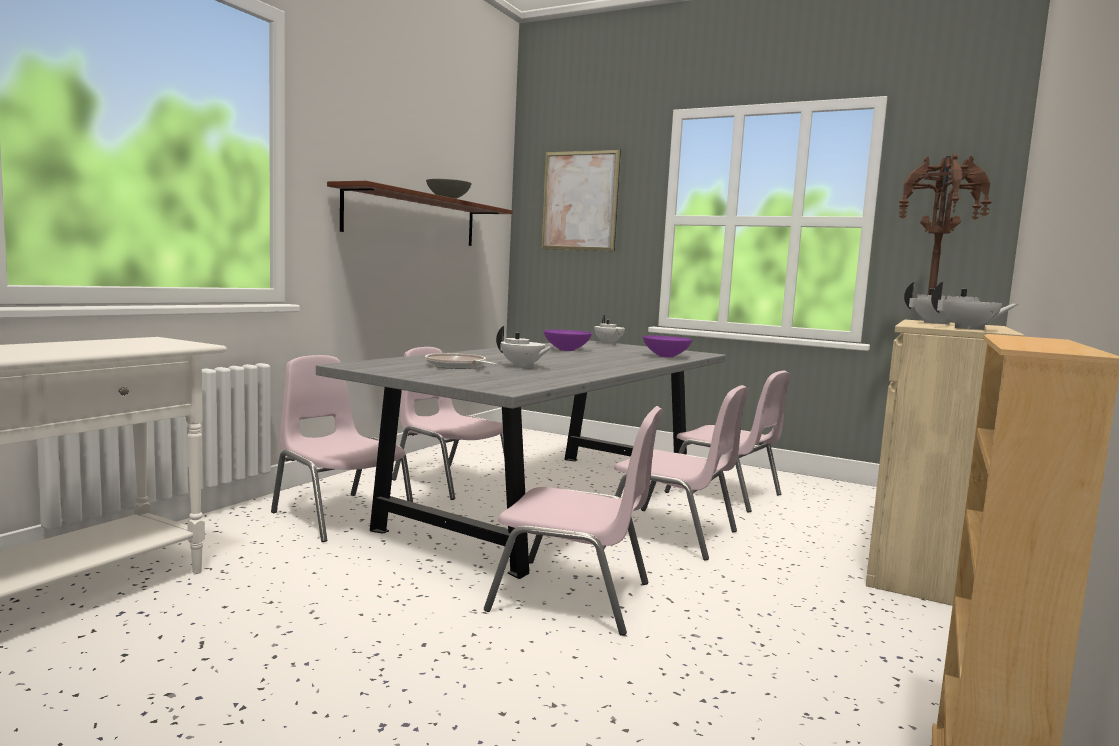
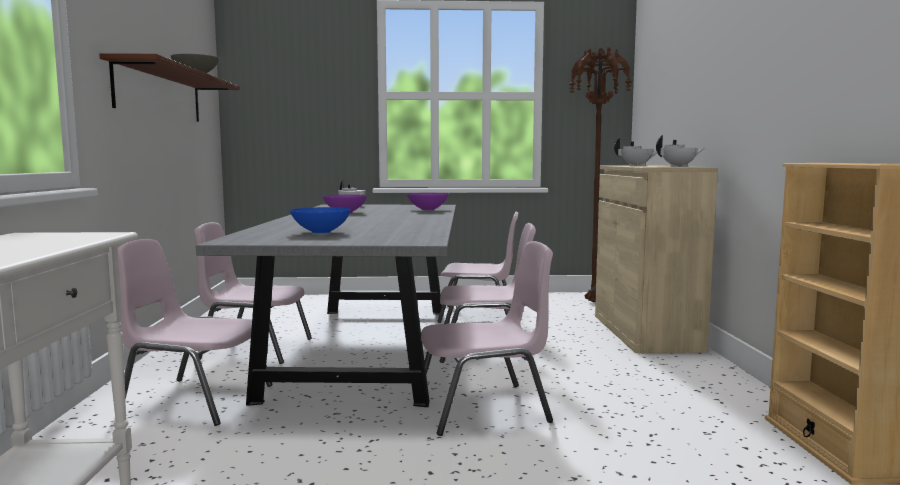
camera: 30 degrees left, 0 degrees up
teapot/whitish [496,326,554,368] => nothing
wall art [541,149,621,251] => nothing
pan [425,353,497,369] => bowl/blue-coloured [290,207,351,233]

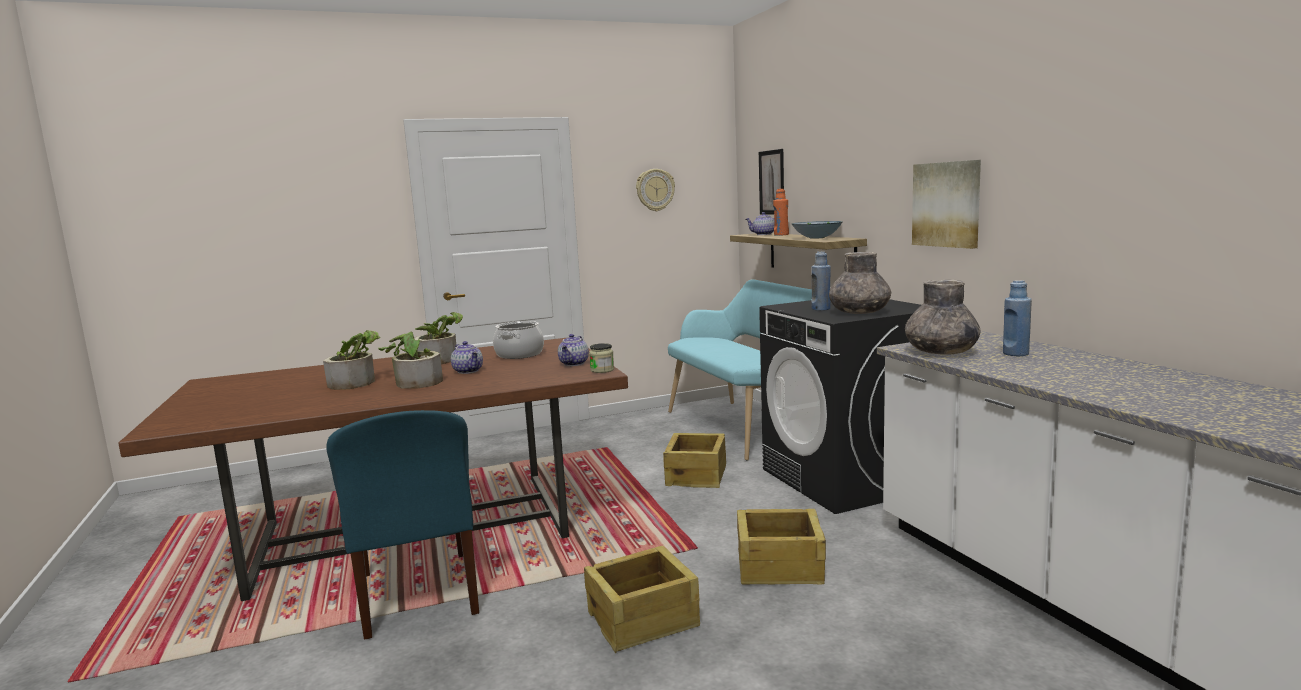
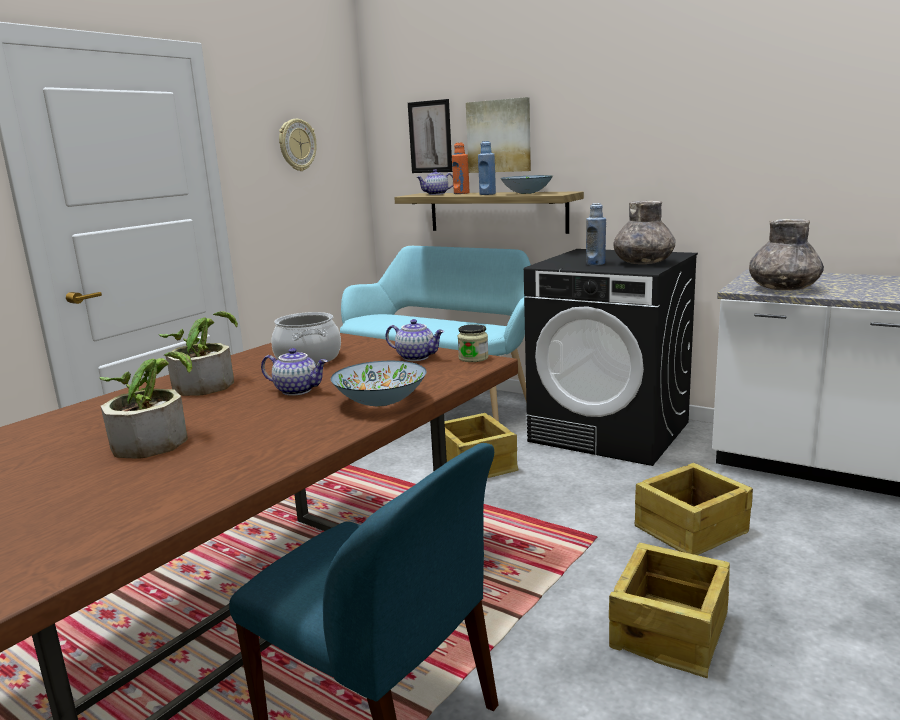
camera: 35 degrees left, 5 degrees up
plant in a pot [378,325,443,389] => nothing
nothing => bowl [331,361,427,407]
wall art [912,160,981,249] => wall art [466,97,531,173], moved
bottle/blue-coloured [1003,280,1032,356] => bottle/blue-coloured [478,141,496,195], moved
teapot [558,334,589,366] => teapot [386,319,444,361], 45 degrees counterclockwise

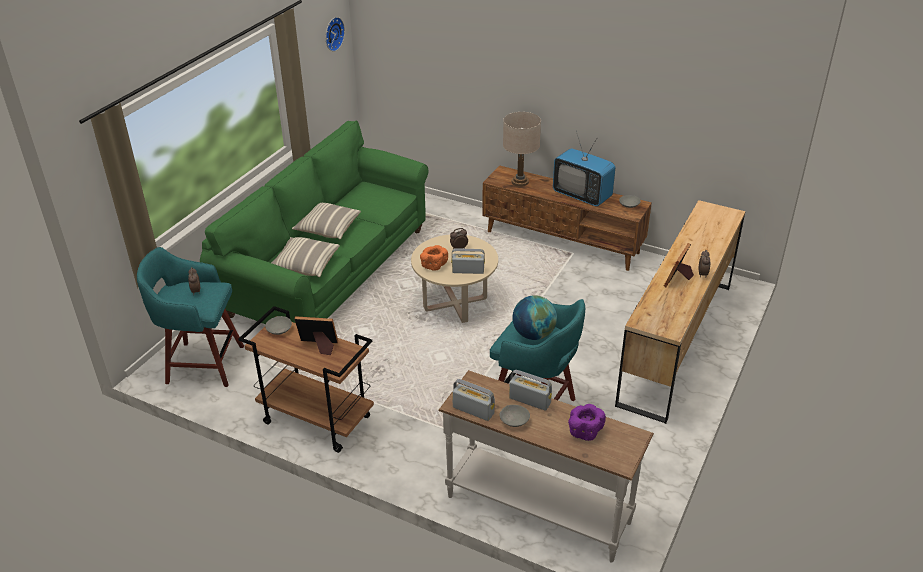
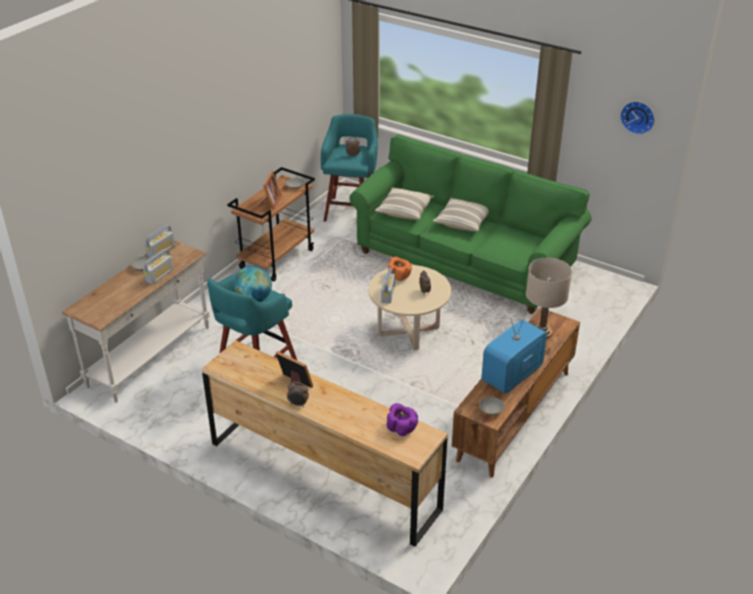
camera: 95 degrees right, 0 degrees up
bowl/purple [568,404,606,441] => bowl/purple [386,403,418,436], moved

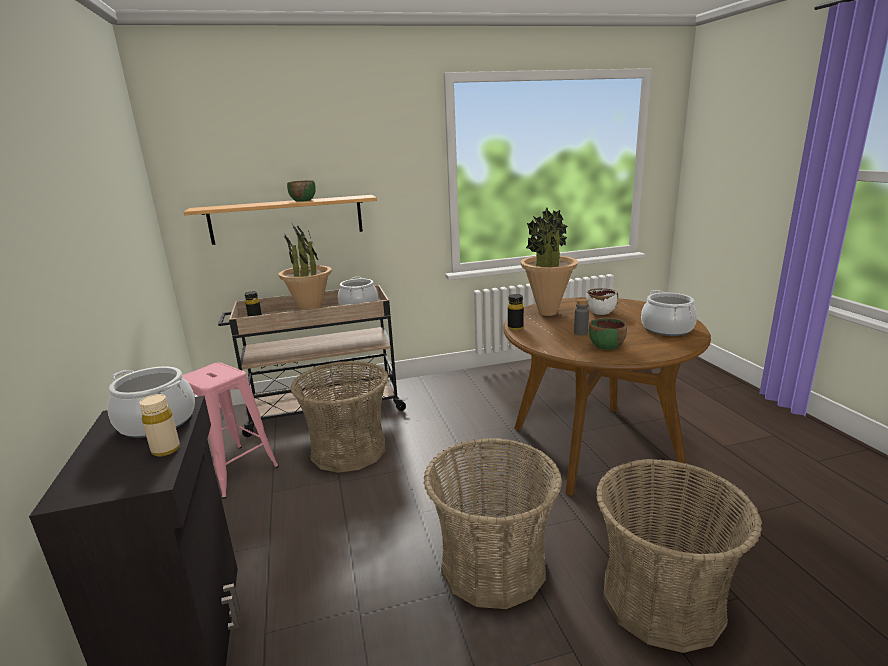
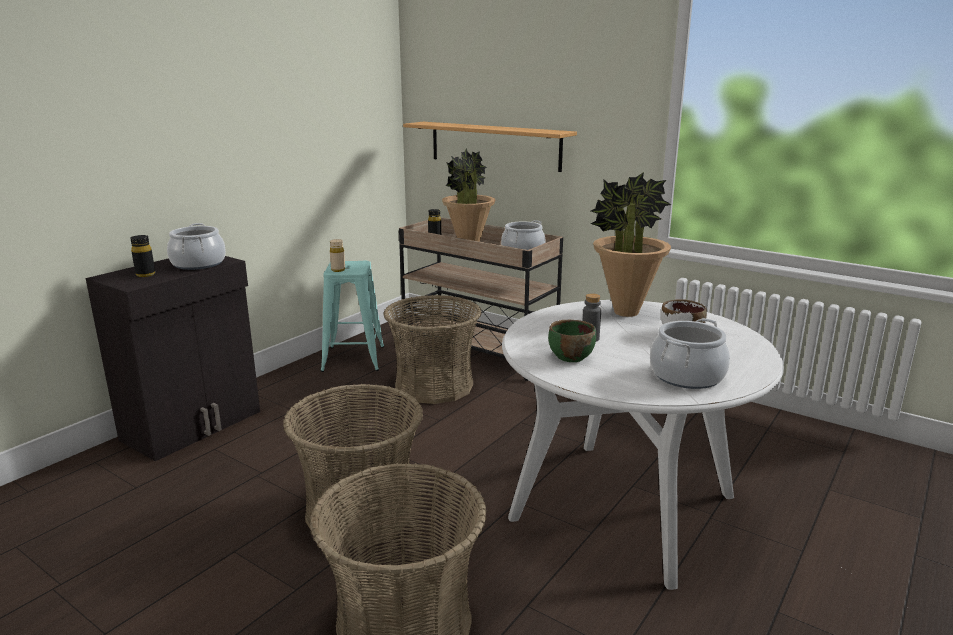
camera: 50 degrees right, 0 degrees up
bowl/greenish [287,180,316,202] => nothing
bottle/beige [139,394,180,456] => bottle/beige [330,239,345,272], moved
bottle/blackish [508,294,524,330] => bottle/blackish [130,235,155,277], moved
stool/pink [183,362,279,499] => stool/blue-green [321,261,384,372]
kitchen table/brownish [503,297,711,496] => kitchen table/whitish [502,300,784,590]

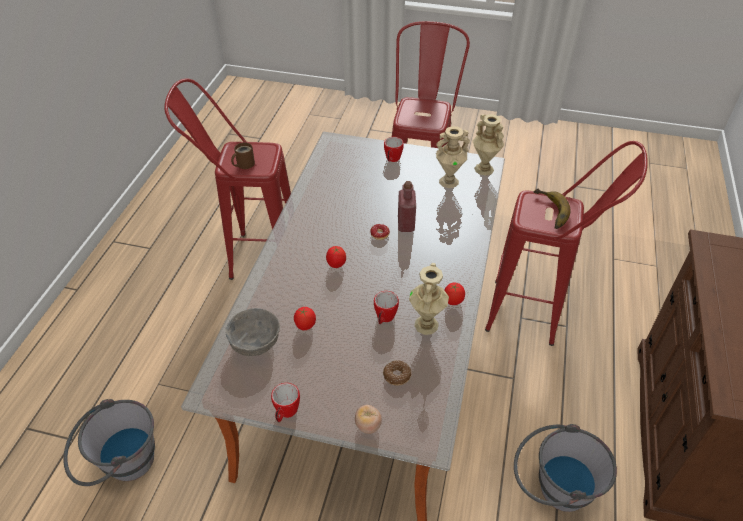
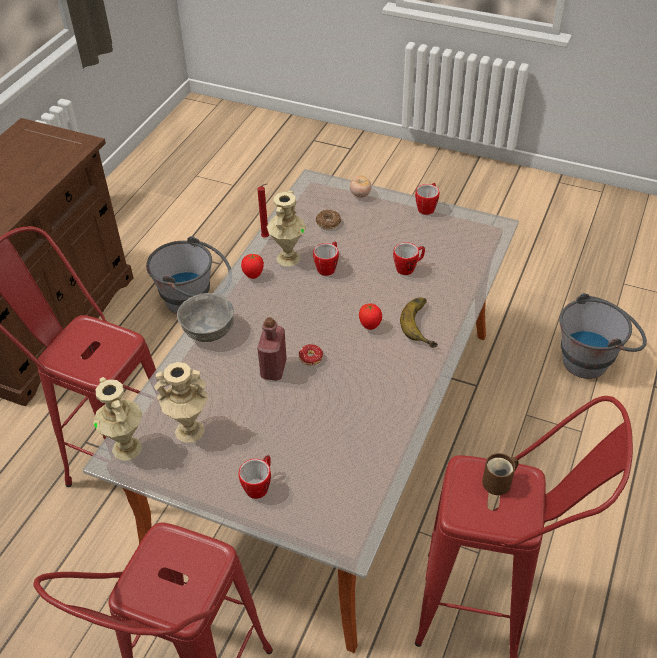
camera: 170 degrees left, 0 degrees up
nothing => wax light/red-coloured [257,184,269,238]
bowl/gray [225,308,280,356] => bowl/gray [177,293,234,342], moved
banana [533,189,570,229] => banana [400,298,438,348], moved
whole tomato [294,307,316,330] => mug [393,242,425,275]

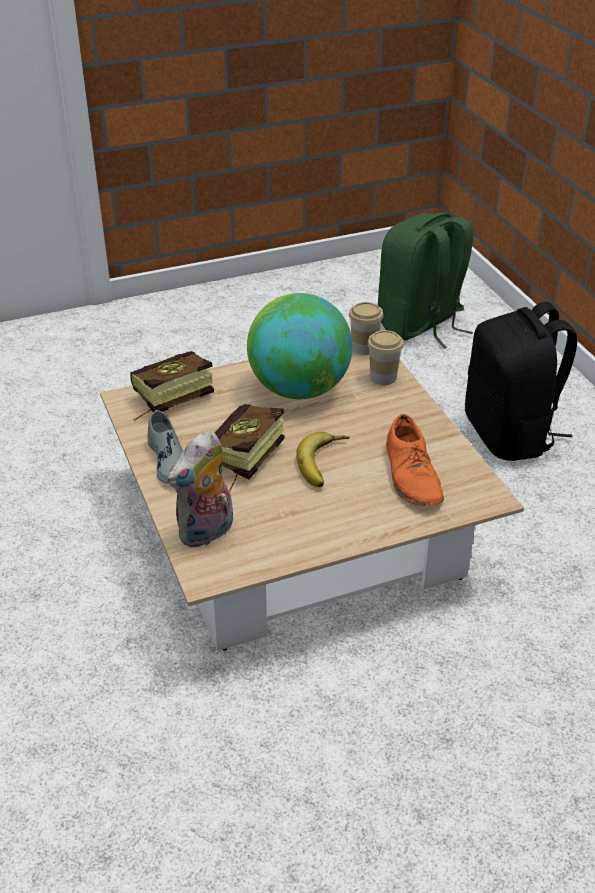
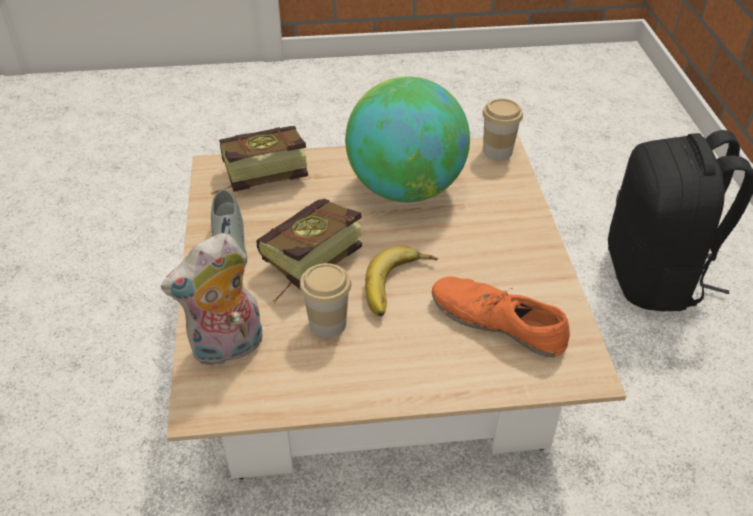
camera: 15 degrees right, 5 degrees up
backpack/greenish [378,212,473,349] => nothing
drinking cup [367,330,404,385] => drinking cup [300,263,351,338], moved
low shoe/orange [386,414,444,506] => low shoe/orange [432,276,570,357], 120 degrees clockwise

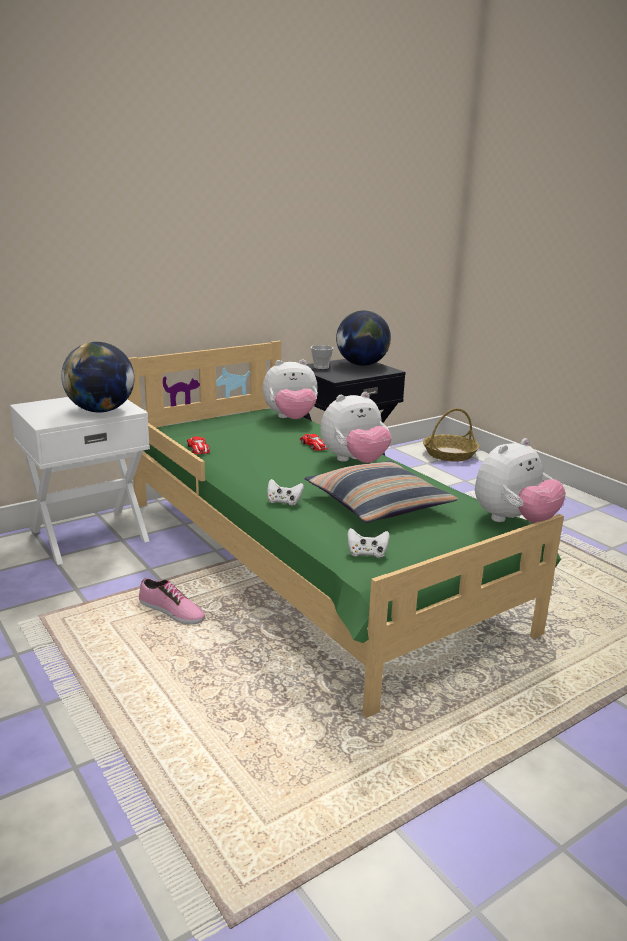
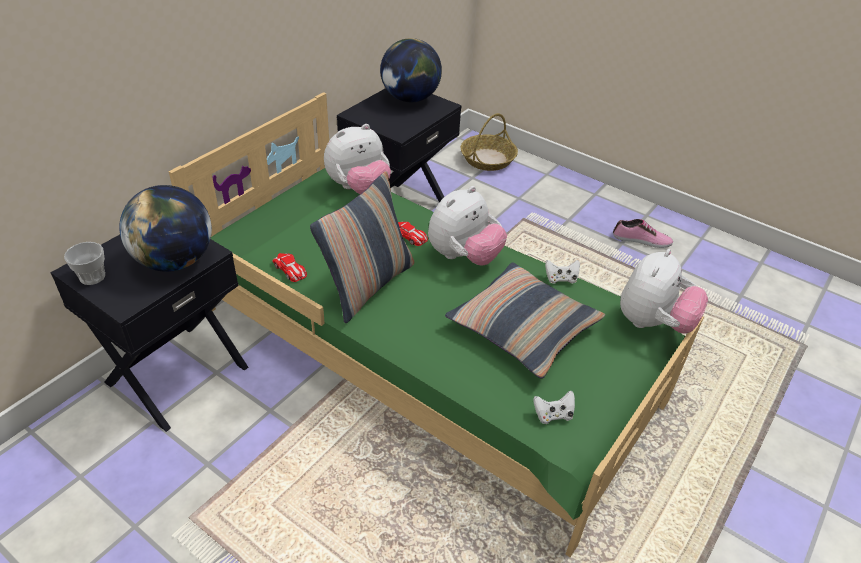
camera: 20 degrees left, 20 degrees up
nothing => throw pillow [310,171,414,323]
low shoe [139,578,205,624] => low shoe [613,219,673,248], moved
gamepad/whitish [267,479,304,506] => gamepad/whitish [545,260,580,284], moved
drinking cup [311,345,333,369] => drinking cup [64,242,105,285], moved
nightstand/whitish [10,397,150,565] => nightstand/blackish [51,235,248,432]

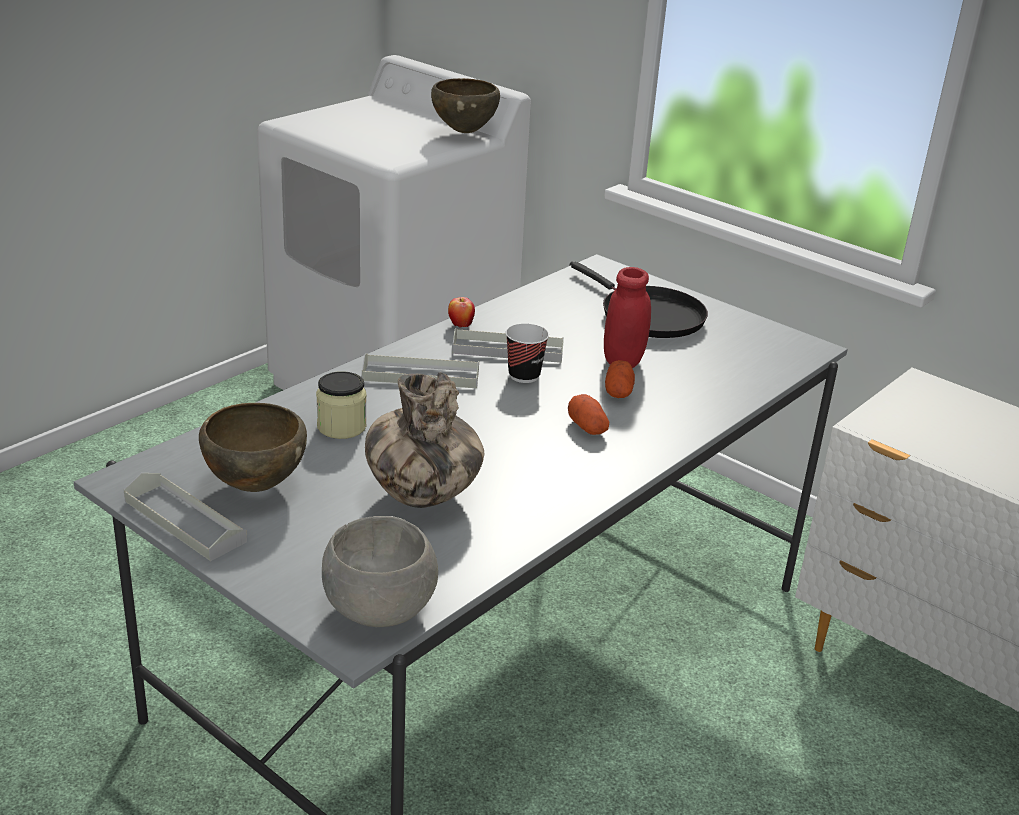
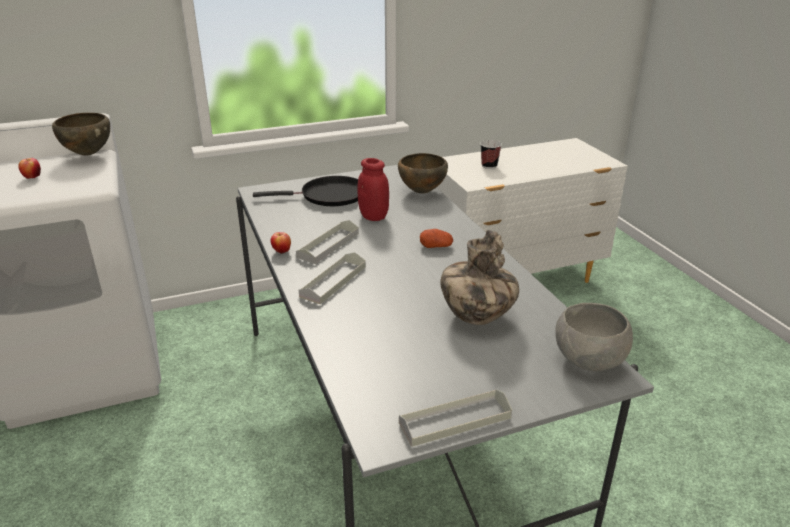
camera: 60 degrees left, 0 degrees up
storage jar [316,371,366,439] => nothing
potato [605,360,635,398] => nothing
nothing => apple [18,158,41,179]
bowl/brownish [199,403,307,492] => bowl/brownish [398,153,448,194], moved
drinking cup [506,323,549,383] => drinking cup [480,140,502,169], moved

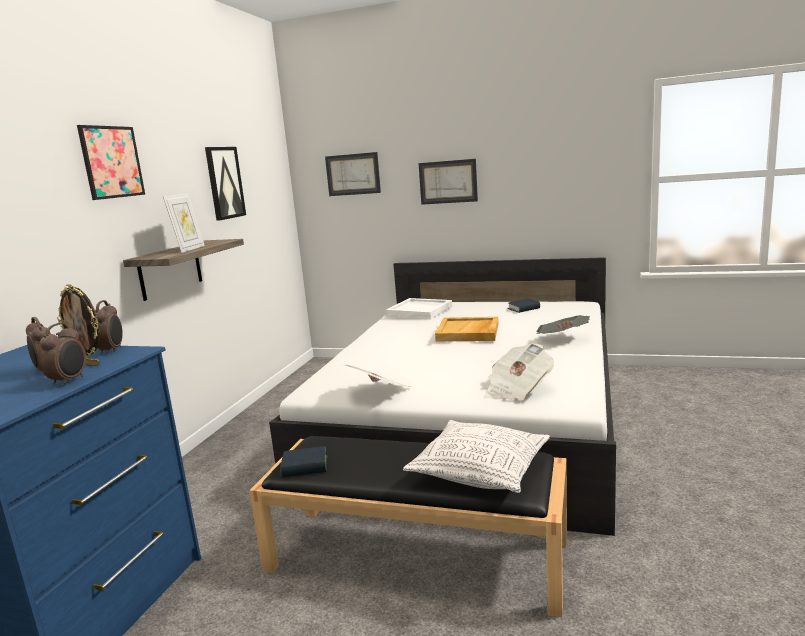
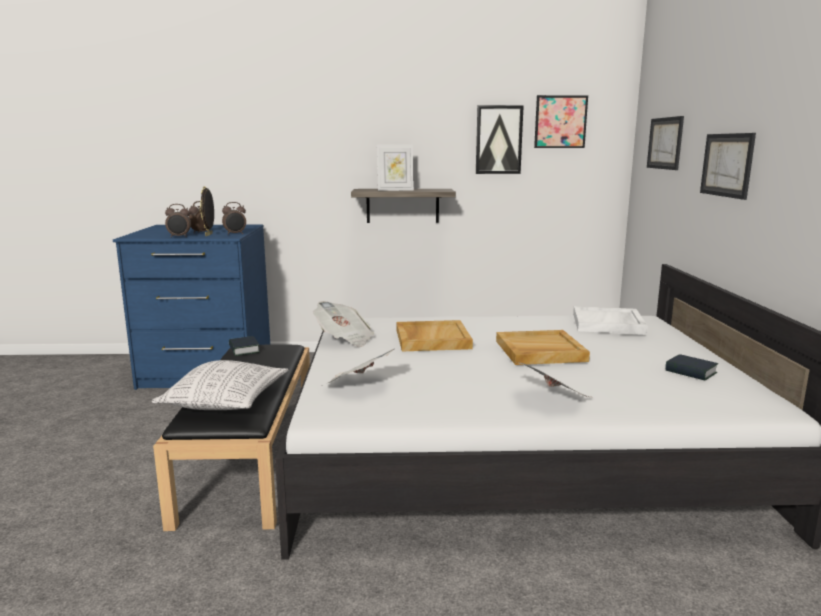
camera: 70 degrees right, 0 degrees up
nothing => tray/beige [396,320,473,351]
wall art [77,125,145,200] => wall art [534,95,588,148], moved

